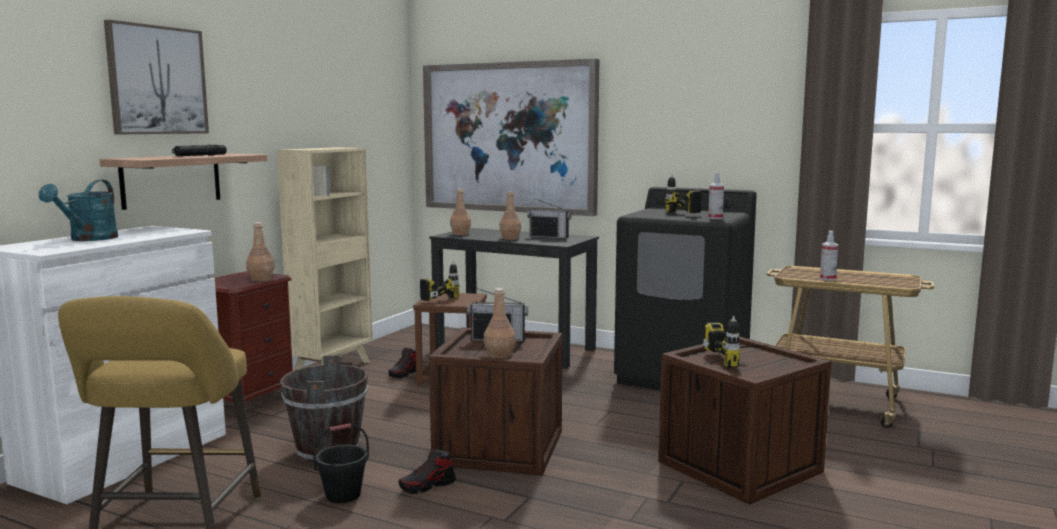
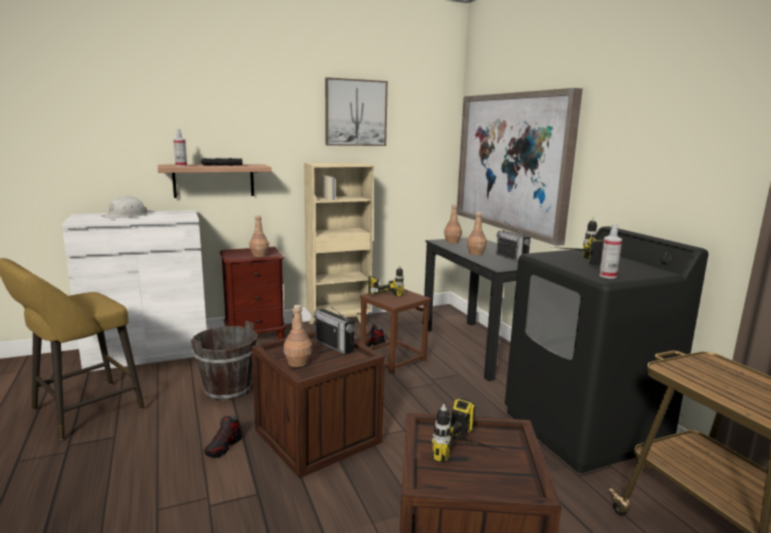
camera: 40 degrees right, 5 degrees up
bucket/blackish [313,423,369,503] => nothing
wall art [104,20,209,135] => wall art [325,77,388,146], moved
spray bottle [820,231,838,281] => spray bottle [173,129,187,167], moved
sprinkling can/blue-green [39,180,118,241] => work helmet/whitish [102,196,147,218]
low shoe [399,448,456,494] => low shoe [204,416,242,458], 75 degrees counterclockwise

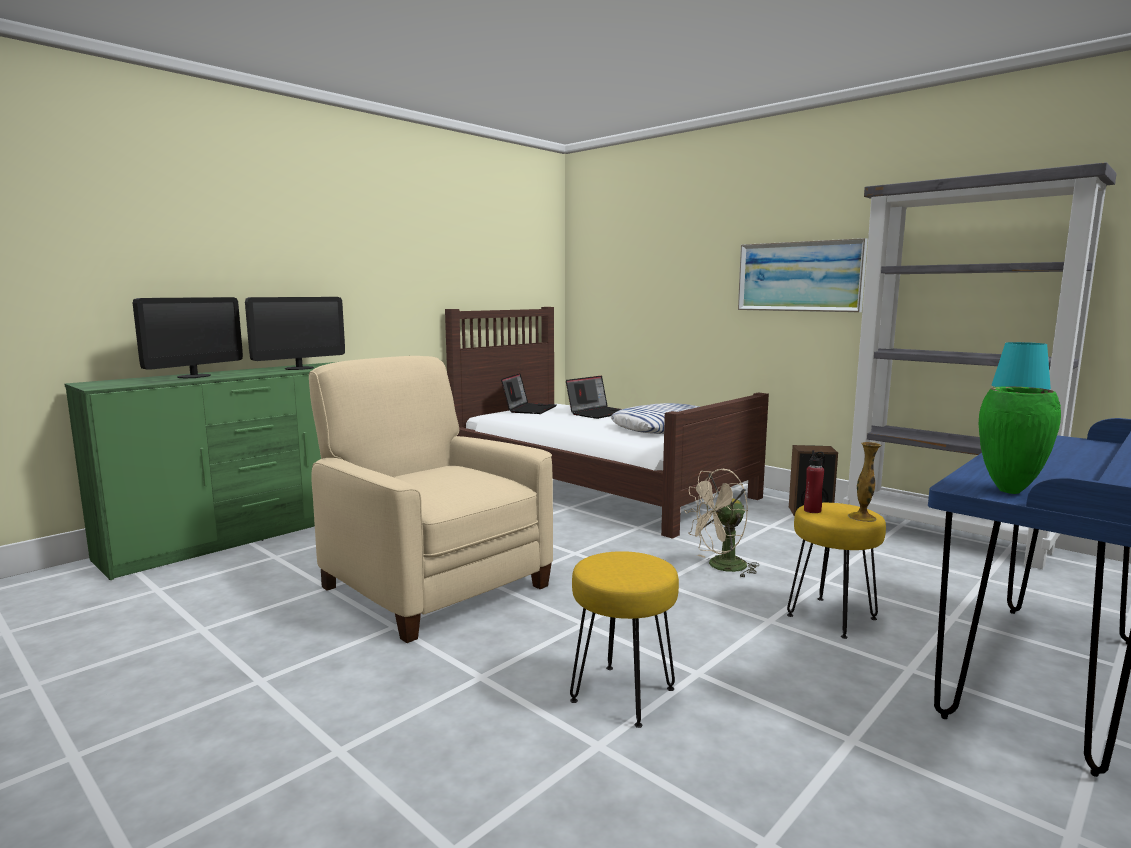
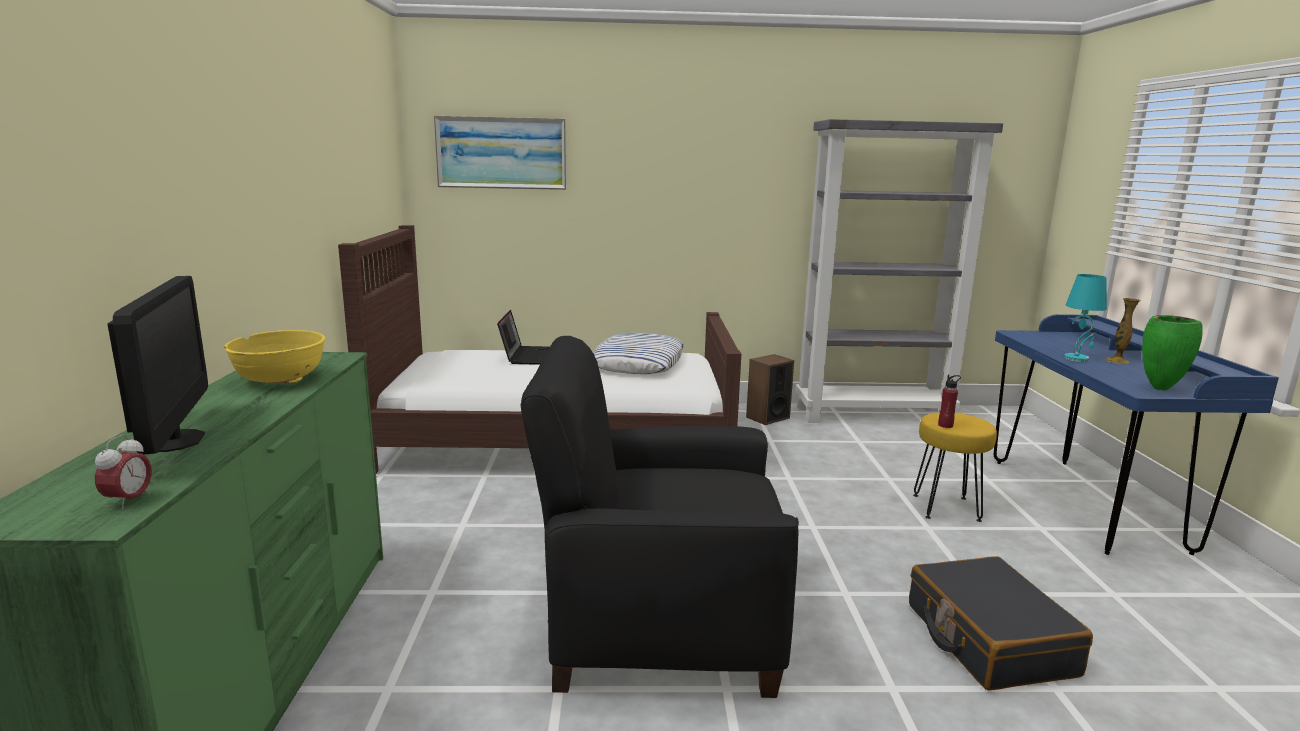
camera: 45 degrees left, 5 degrees up
laptop [501,373,557,414] => nothing
cooling fan/beige [684,469,759,578] => nothing
nothing => table clock [95,435,152,509]
wall art [738,238,868,312] => wall art [434,116,567,190], moved
vase [848,442,881,522] => vase [1105,298,1141,364], moved
computer screen [245,297,345,370] => bowl/yellowish [224,330,326,384]
stool/yellowish [570,551,679,728] => suitcase/blackish [909,556,1093,690]
armchair/beige [309,356,553,643] => armchair/blackish [521,336,799,698]

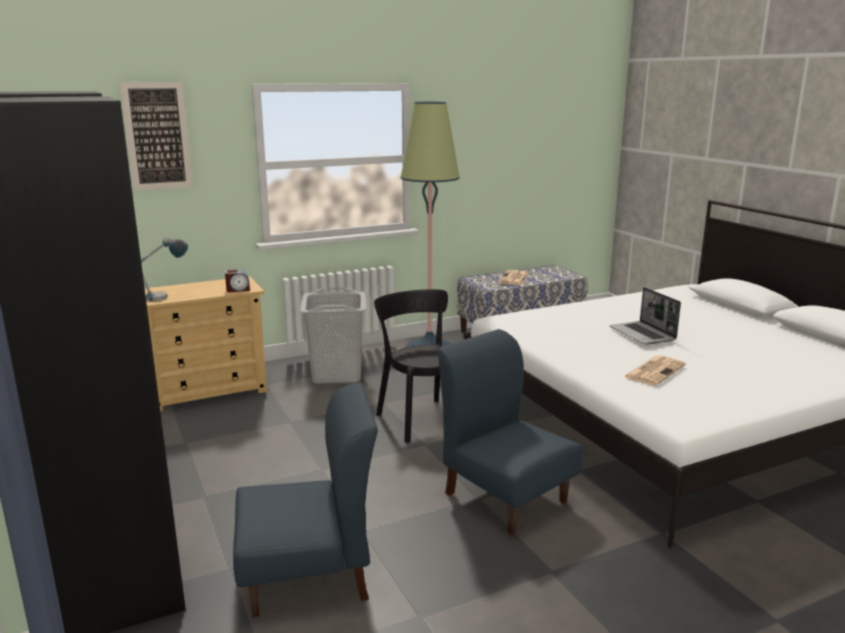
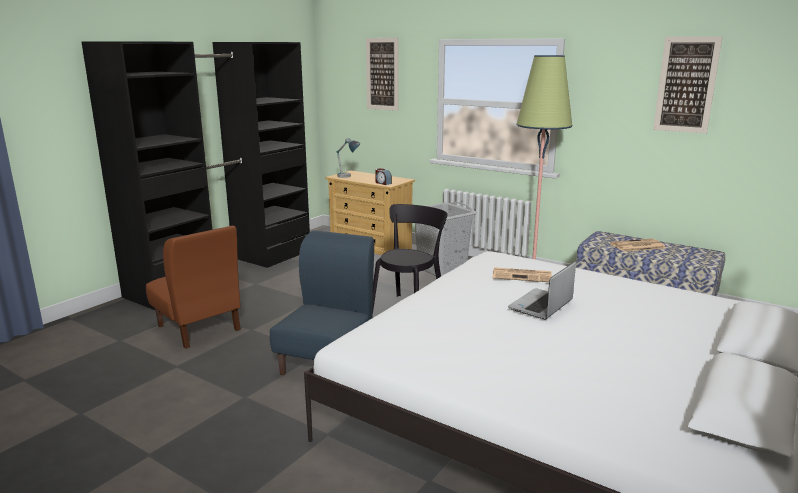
camera: 60 degrees right, 0 degrees up
nothing => wall art [653,36,723,134]
newspaper [623,355,686,386] => newspaper [493,267,552,282], moved
chair/blue-coloured [233,383,378,617] => chair/brownish [146,226,241,349]

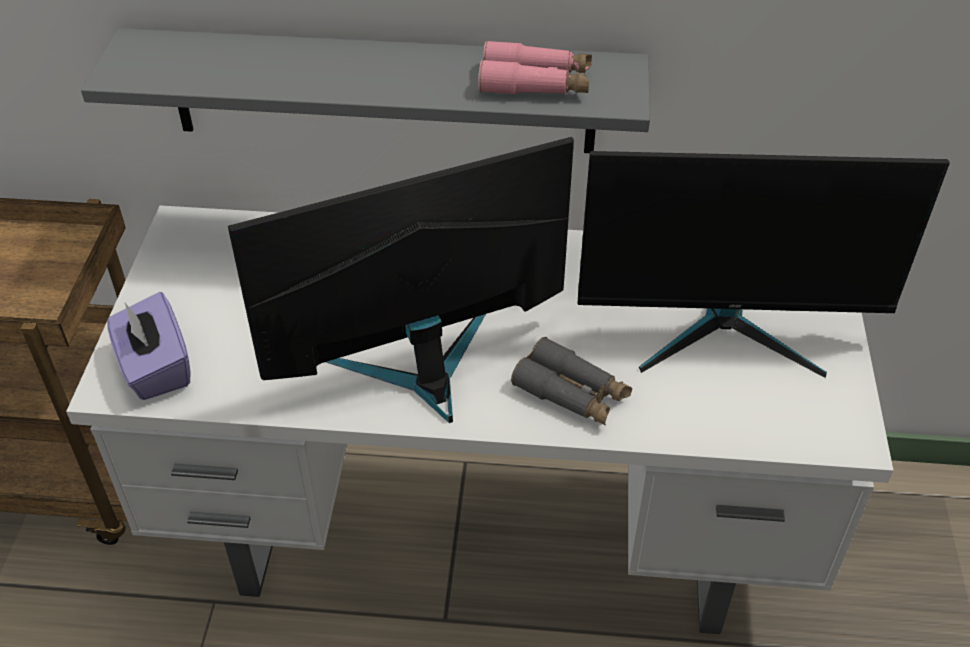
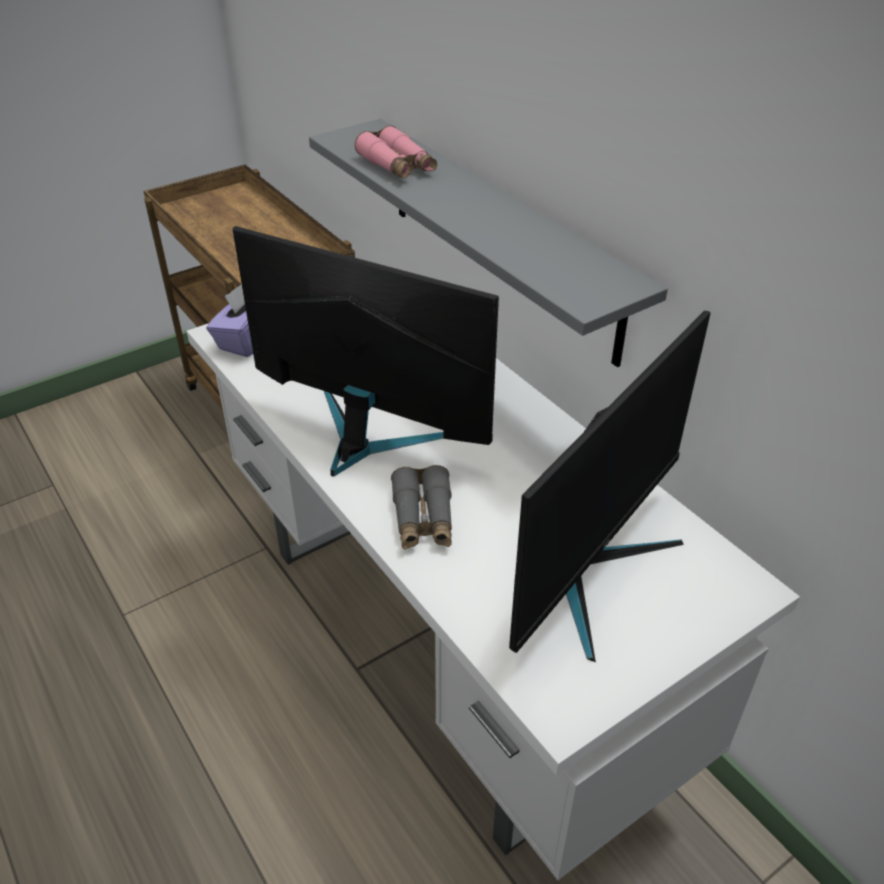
camera: 50 degrees right, 5 degrees down
pair of binoculars/pink [478,40,592,94] => pair of binoculars/pink [355,126,437,179], moved
computer screen [578,151,950,378] => computer screen [509,311,710,662], 105 degrees counterclockwise

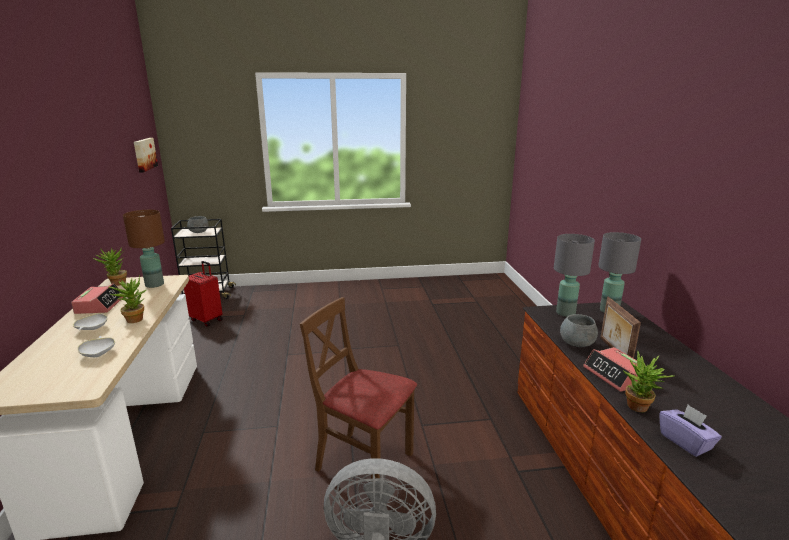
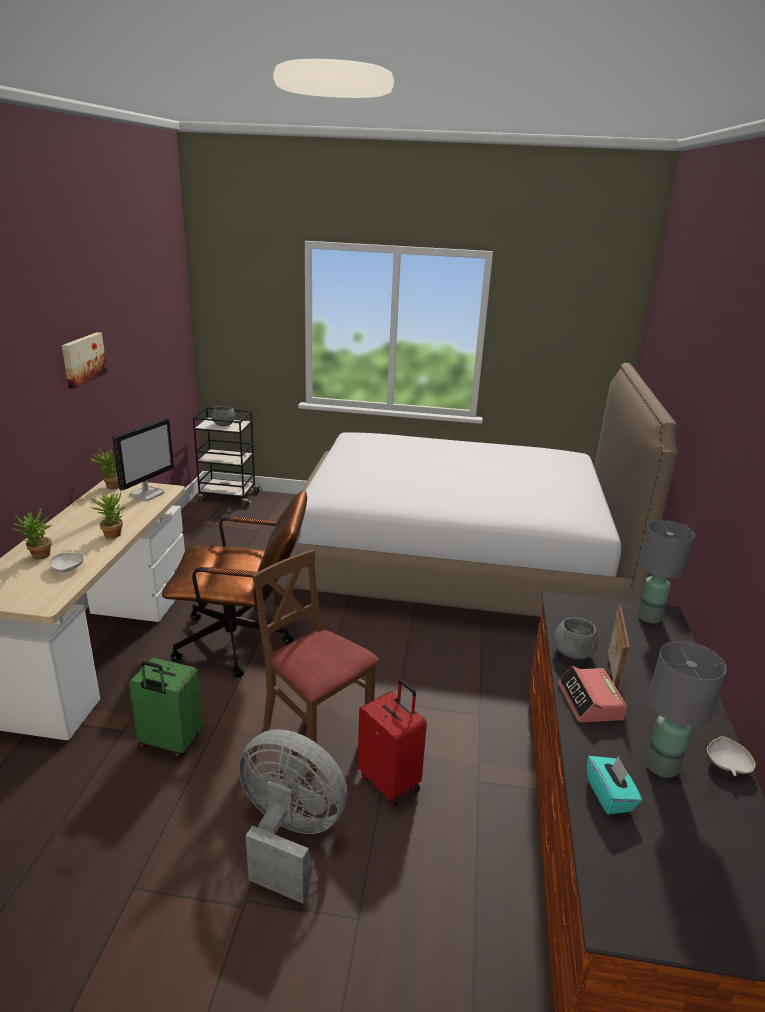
camera: 15 degrees right, 5 degrees up
table clock [71,283,123,314] => nothing
nothing => suitcase/greenish [129,658,203,757]
nothing => computer chair/brownish [162,491,307,678]
nothing => bed [273,363,678,617]
bowl/whitish [73,313,108,330] => bowl/whitish [707,736,756,776], moved
wall art [134,138,158,173] => wall art [62,332,107,389], moved
suitcase/red-coloured [184,261,223,327] => suitcase/red-coloured [357,680,427,807], moved
lamp for a table/gray [554,234,595,317] => lamp for a table/gray [646,641,727,778], moved
plant in a pot [623,351,674,412] => plant in a pot [13,508,53,559], moved
lamp for a table/brownish [123,210,165,288] => computer screen [112,417,174,501]
box of tissues/purple [659,405,722,457] => box of tissues/blue-green [587,756,642,814]

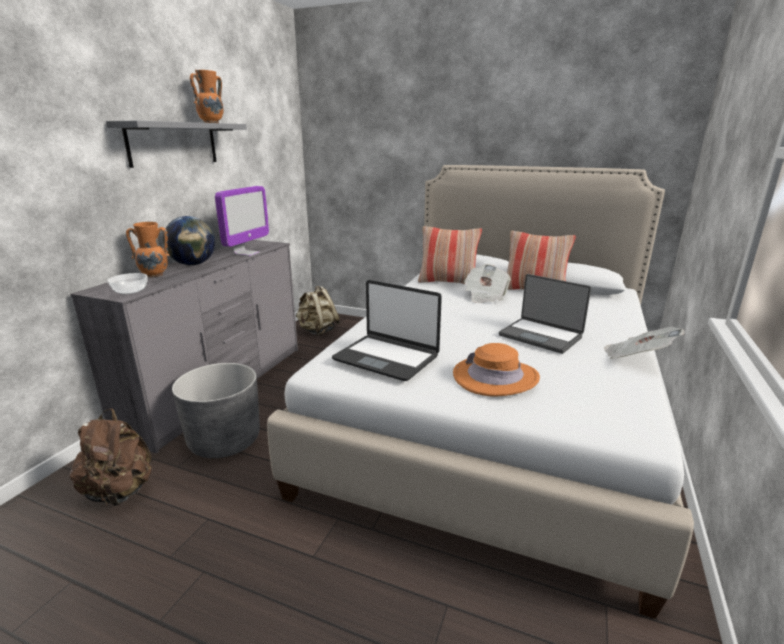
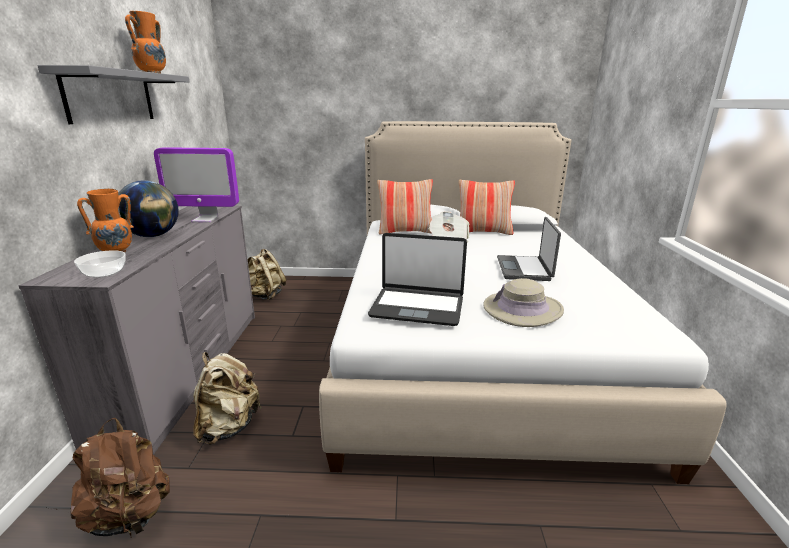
camera: 20 degrees left, 0 degrees up
newspaper [604,327,685,359] => nothing
planter/gray [172,363,260,458] => backpack/beige [193,352,261,445]
hat/orange [453,343,540,396] => hat/beige [483,278,564,327]
computer screen [215,186,269,256] => computer screen [154,148,239,222], 90 degrees clockwise
laptop [499,274,591,354] => laptop [497,217,561,281], 75 degrees clockwise

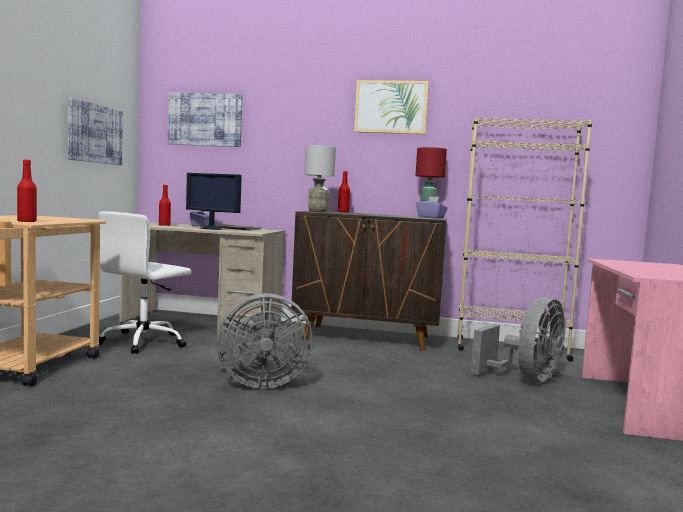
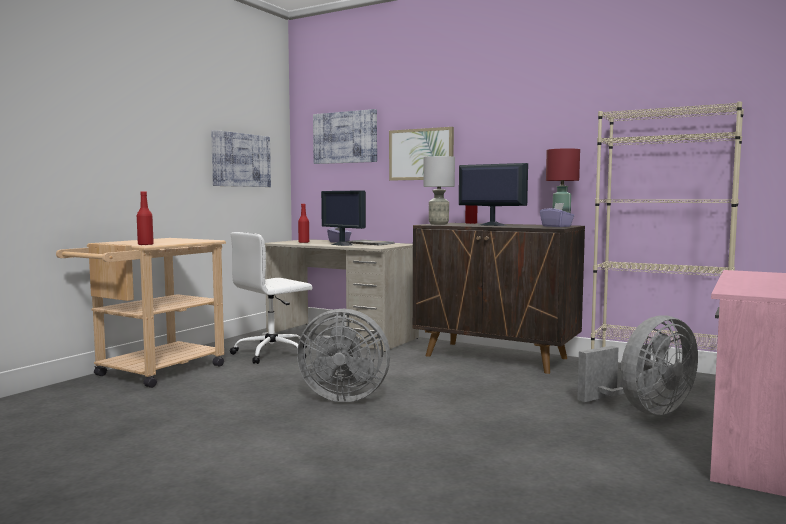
camera: 20 degrees right, 0 degrees up
nothing => computer screen [459,163,528,226]
wall art [354,80,429,134] => wall art [389,127,454,180], moved

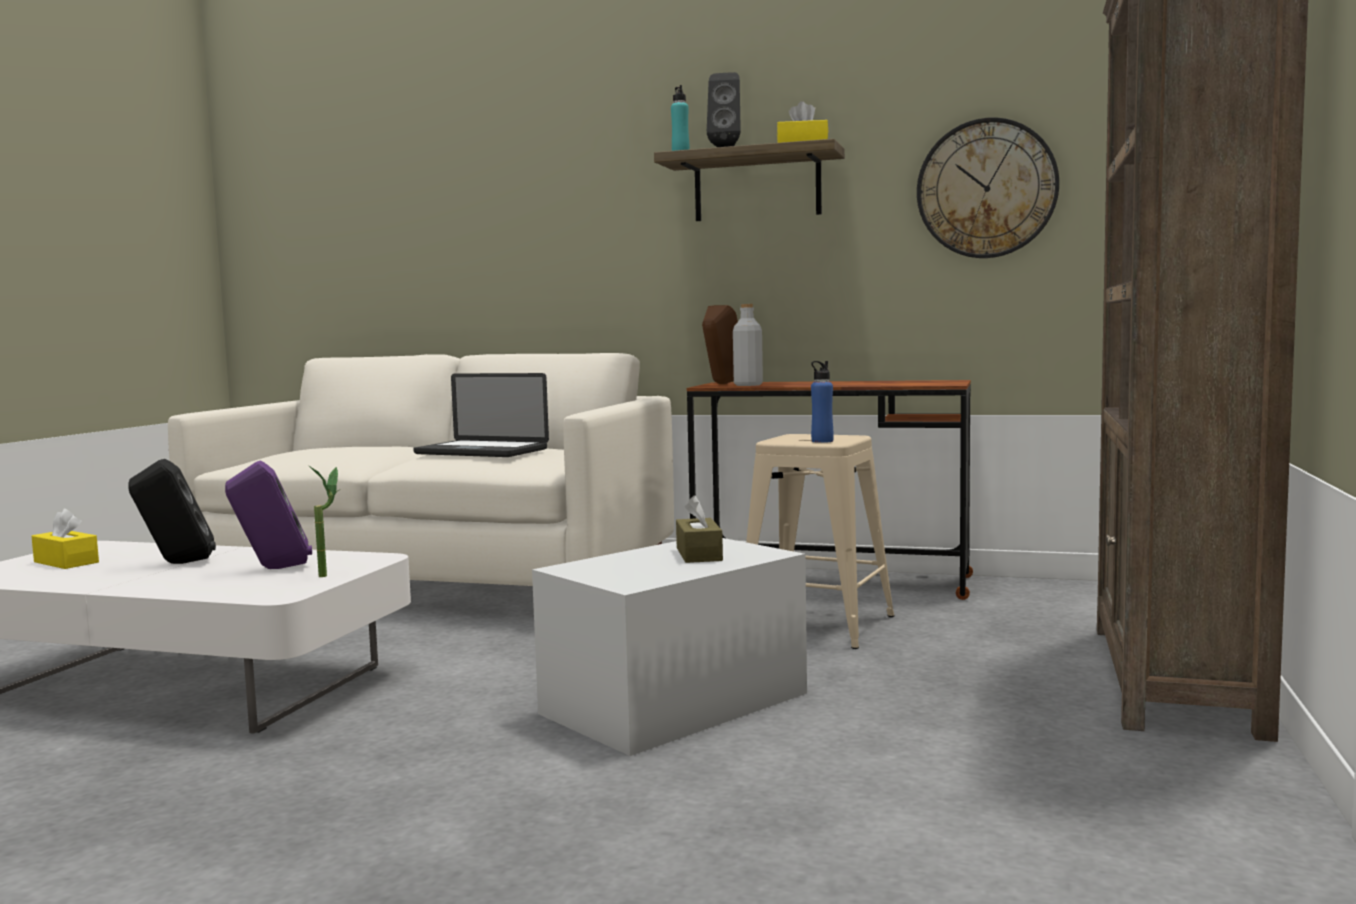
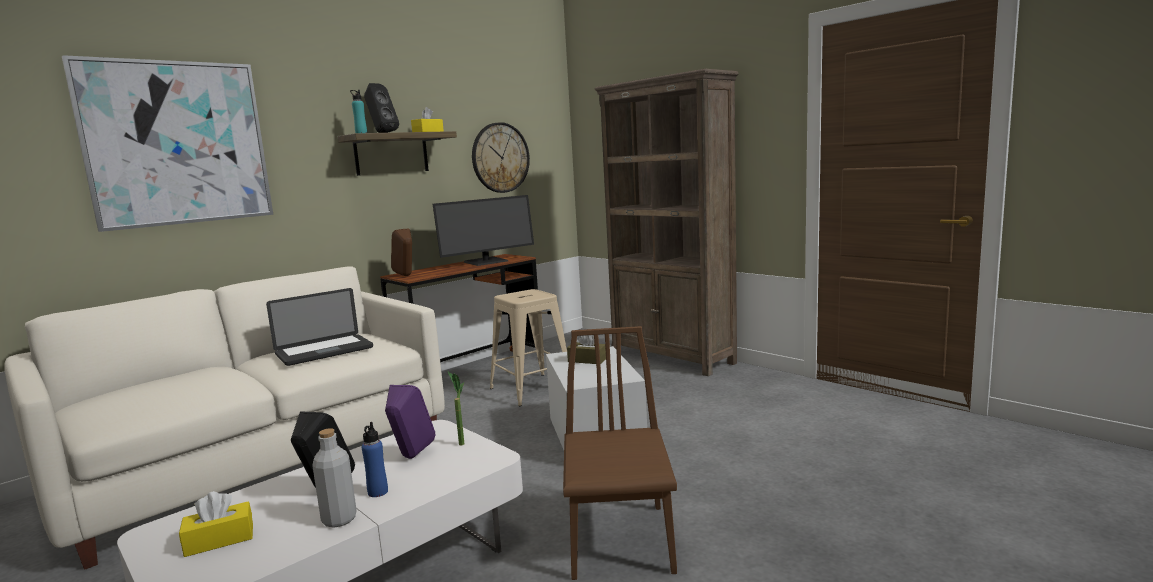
camera: 60 degrees left, 5 degrees up
nothing => wall art [62,55,273,232]
nothing => computer screen [433,195,534,266]
nothing => chair/brownish [563,326,677,580]
bottle/gray [733,304,763,386] => bottle/gray [312,428,357,528], moved
bottle/blue-coloured [811,361,834,443] => bottle/blue-coloured [362,422,388,497], moved

